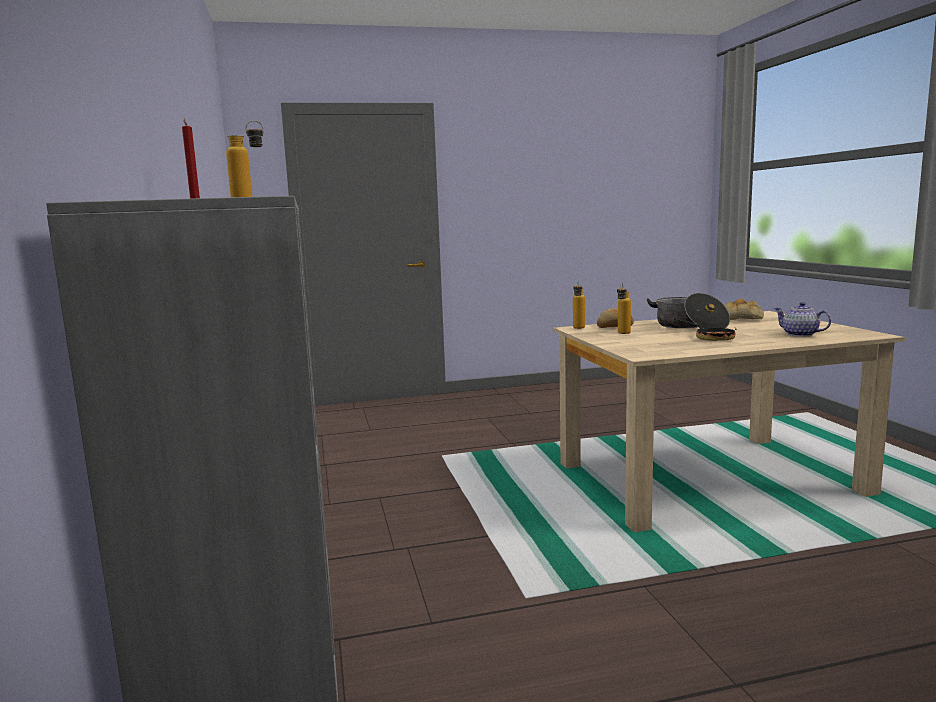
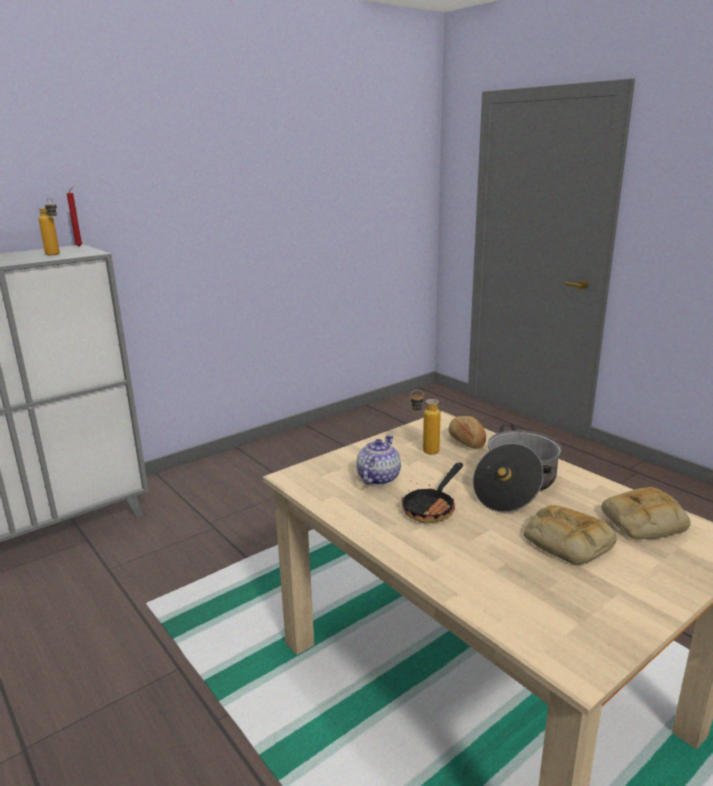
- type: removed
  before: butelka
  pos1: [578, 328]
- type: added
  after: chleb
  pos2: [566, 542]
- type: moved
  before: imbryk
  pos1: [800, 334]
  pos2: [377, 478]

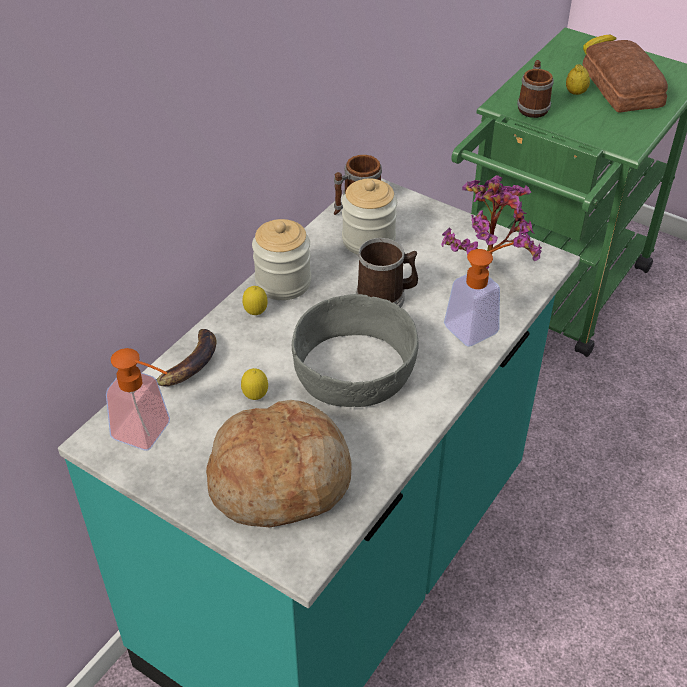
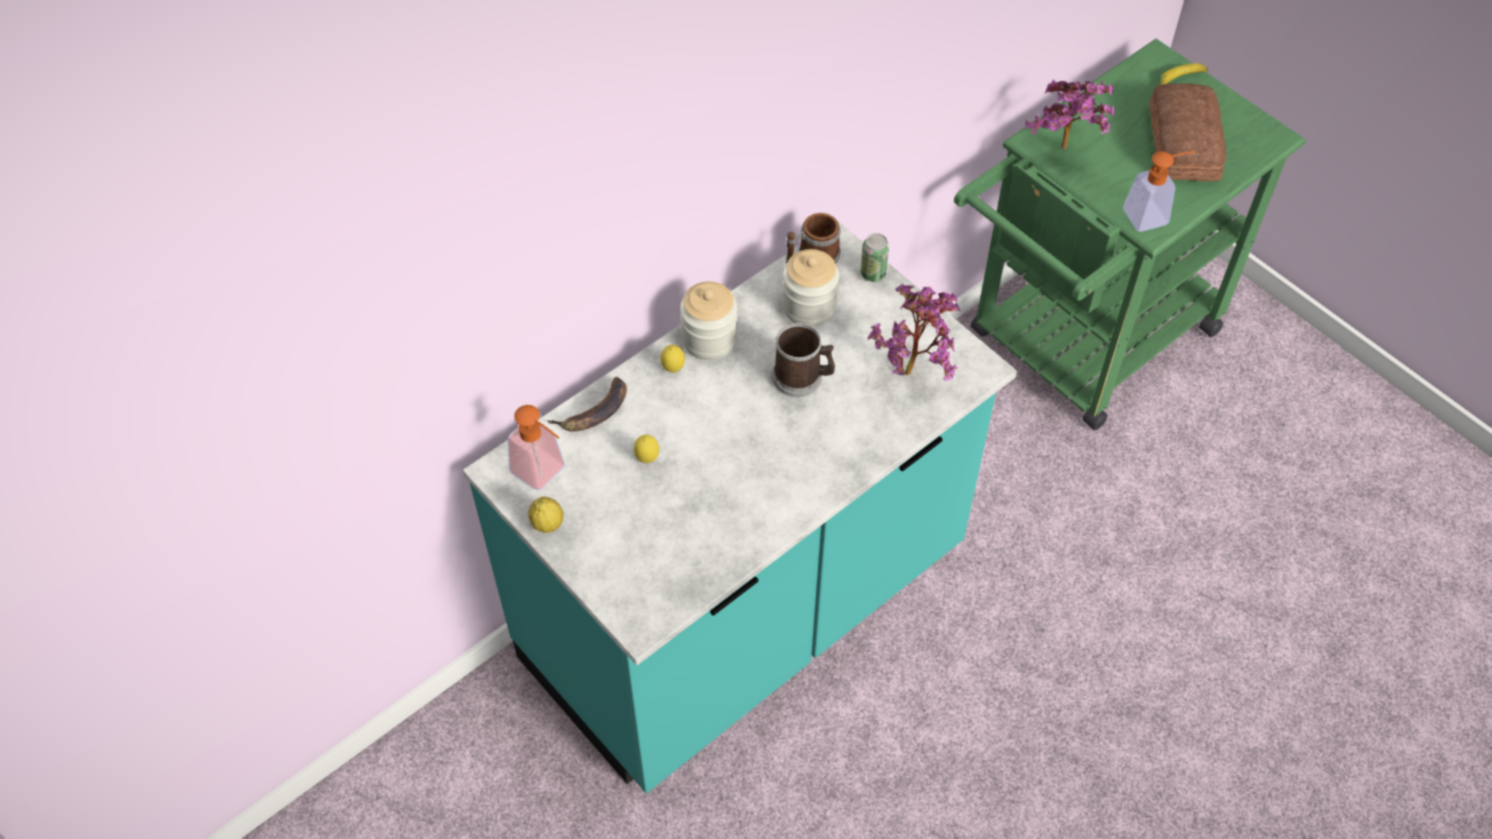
- type: removed
  before: chleb
  pos1: [281, 478]
- type: removed
  before: miska [szary]
  pos1: [355, 368]
- type: added
  after: puszka
  pos2: [873, 274]
- type: moved
  before: dozownik mydła
  pos1: [478, 325]
  pos2: [1152, 215]
- type: moved
  before: cytryna
  pos1: [575, 93]
  pos2: [548, 524]
- type: replaced
  before: kubek
  after: roślina doniczkowa
  pos1: [532, 106]
  pos2: [1066, 152]

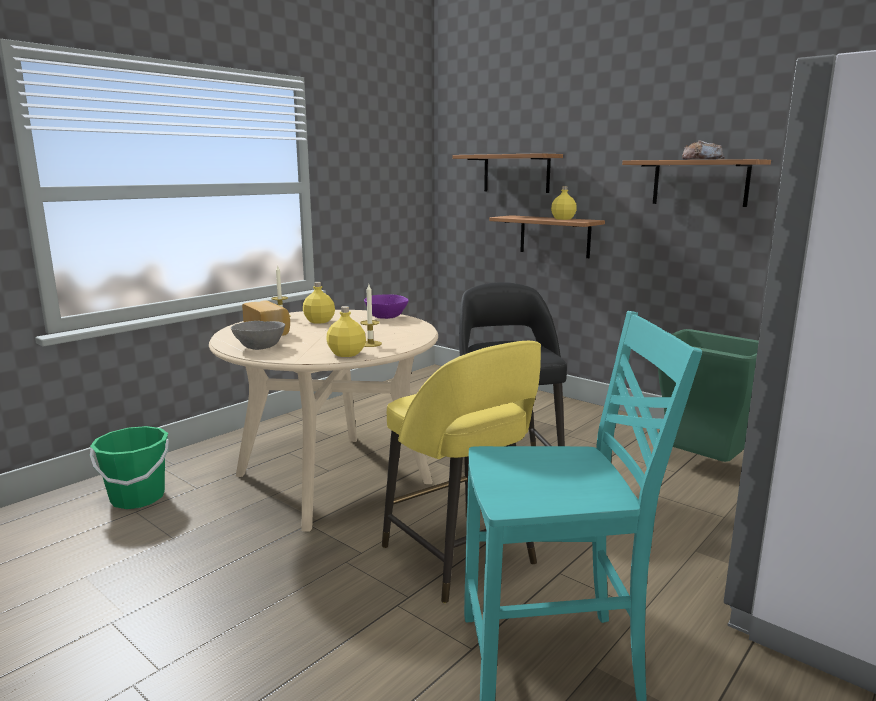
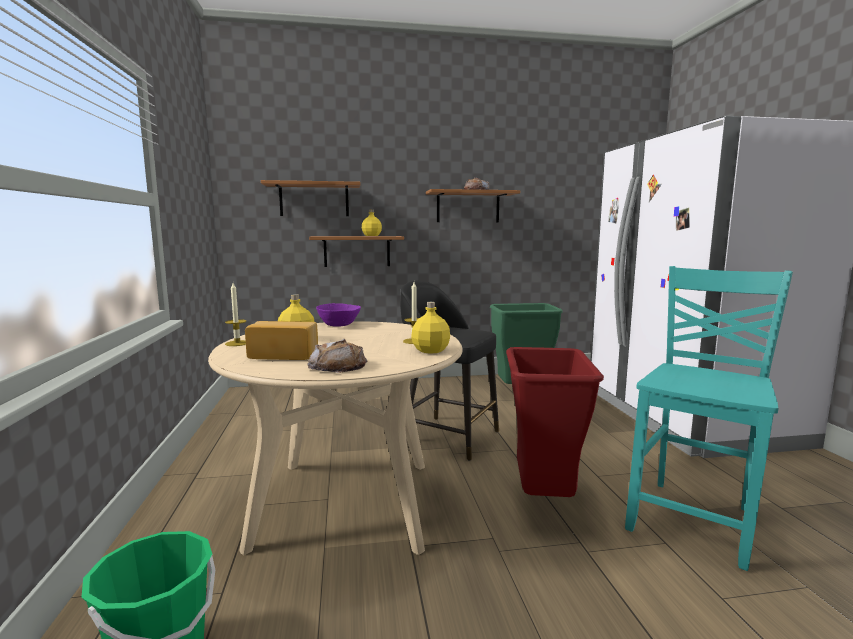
- type: replaced
  before: miska [szary]
  after: chleb
  pos1: [260, 347]
  pos2: [338, 366]
- type: replaced
  before: stołek [żółty]
  after: kosz na śmieci [czerwony]
  pos1: [460, 557]
  pos2: [545, 499]

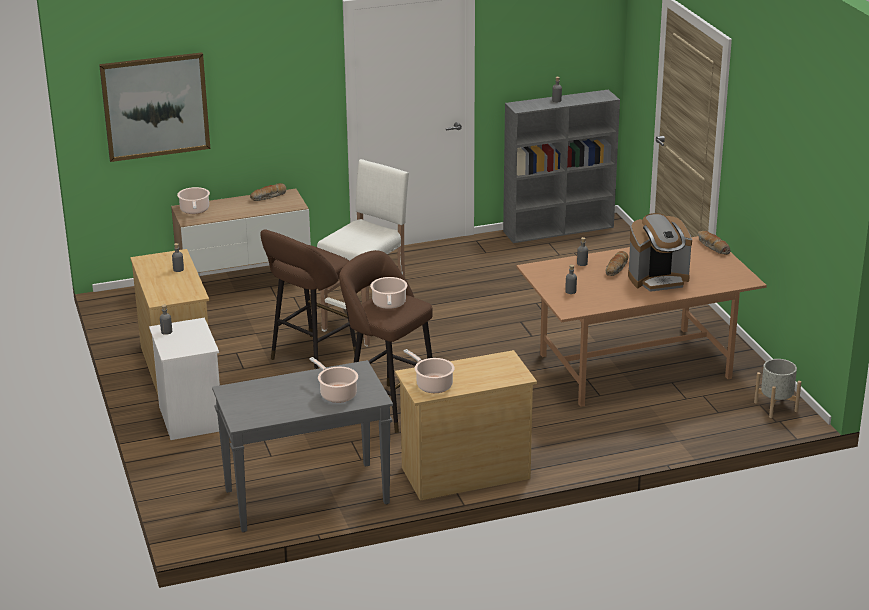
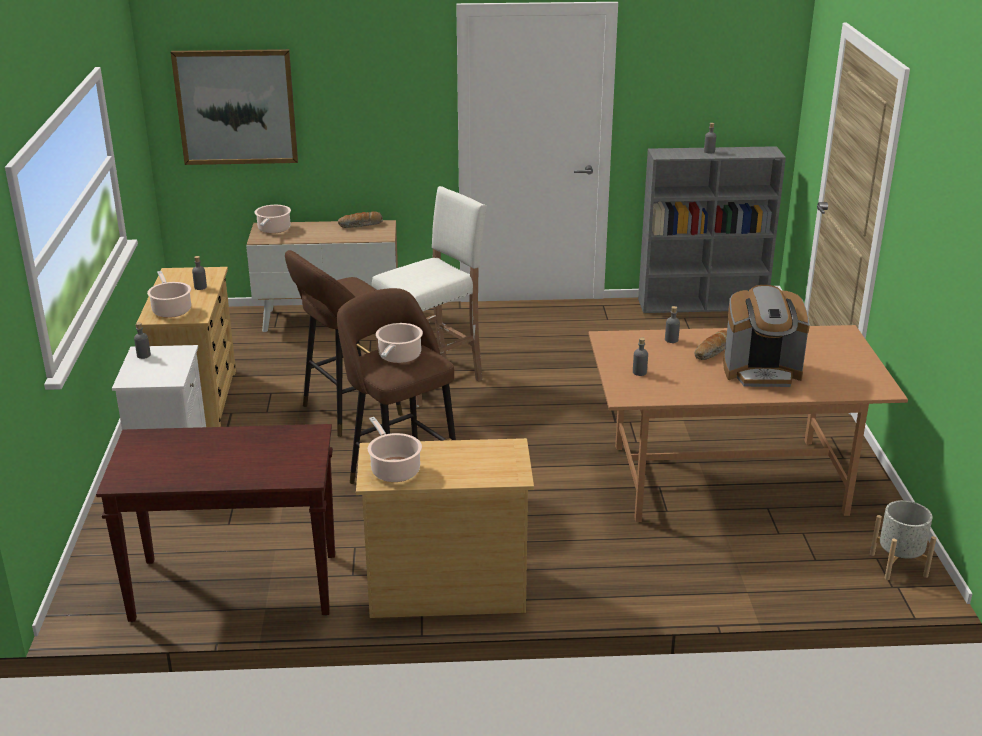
- type: removed
  before: chleb
  pos1: [712, 247]
- type: moved
  before: garnek
  pos1: [336, 394]
  pos2: [171, 310]
- type: recoloured
  before: stolik konsolowy [szary]
  after: stolik konsolowy [brązowy]
  pos1: [306, 498]
  pos2: [233, 588]

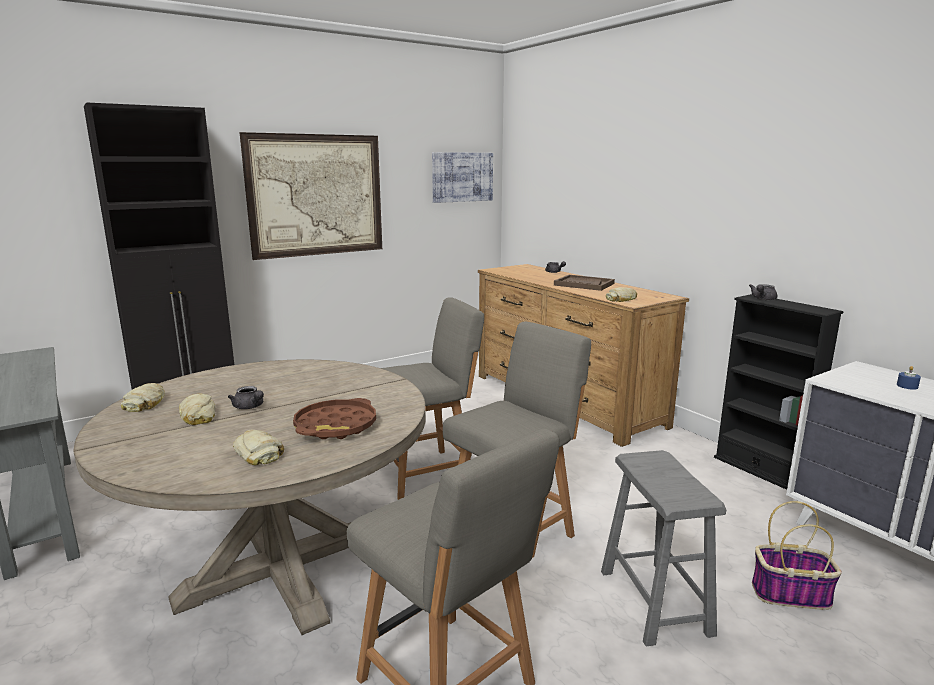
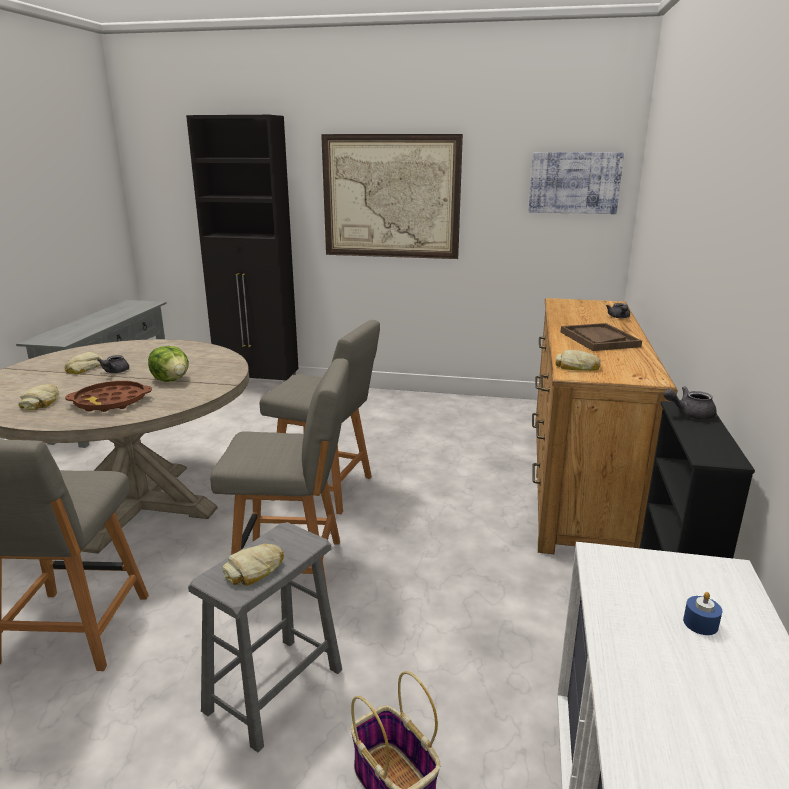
- type: added
  after: sałata
  pos2: [171, 380]
- type: moved
  before: chleb
  pos1: [146, 403]
  pos2: [255, 570]

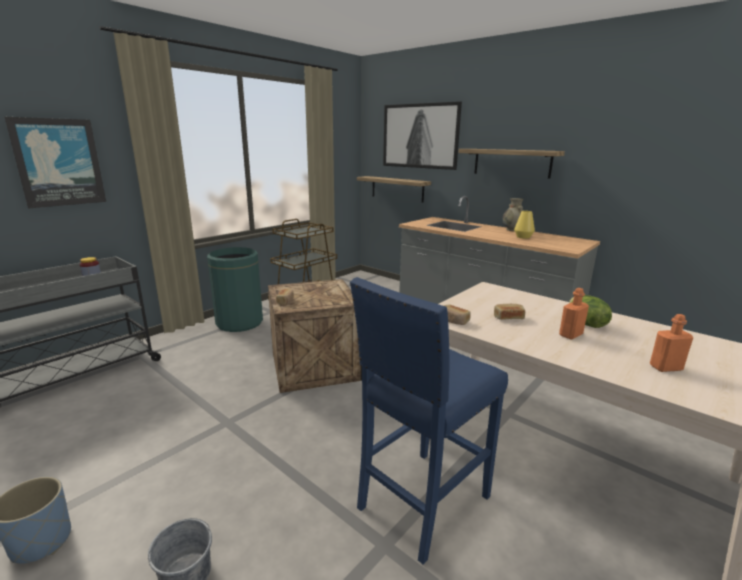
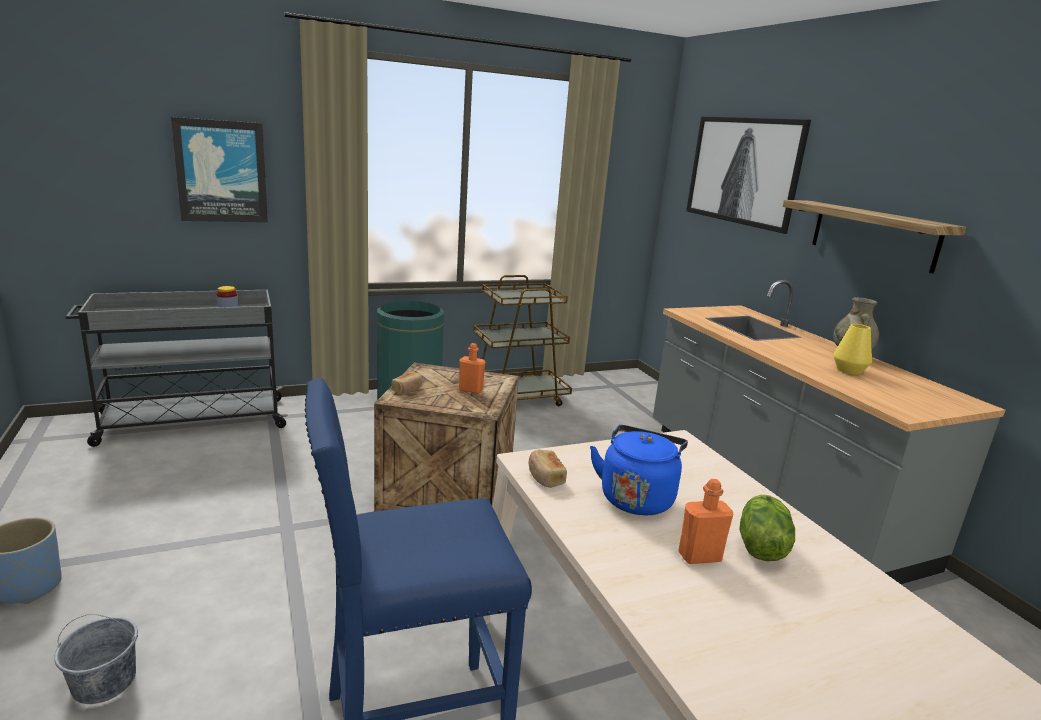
- type: removed
  before: półka
  pos1: [397, 189]
- type: moved
  before: butelka [pomarańczowy]
  pos1: [665, 367]
  pos2: [470, 390]
- type: replaced
  before: chleb
  after: czajnik [niebieski]
  pos1: [508, 317]
  pos2: [636, 497]

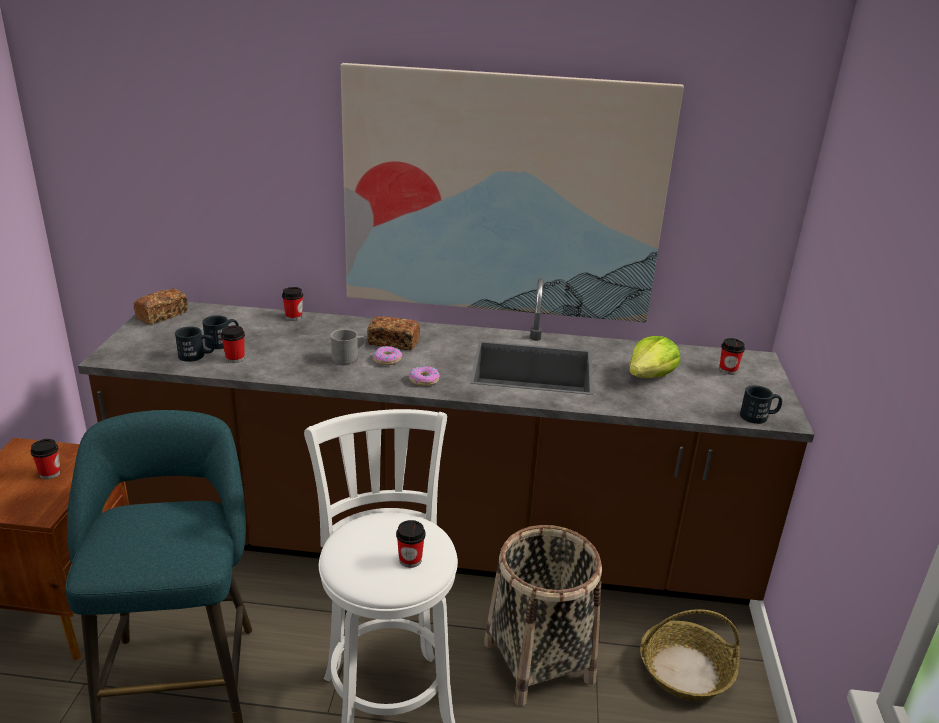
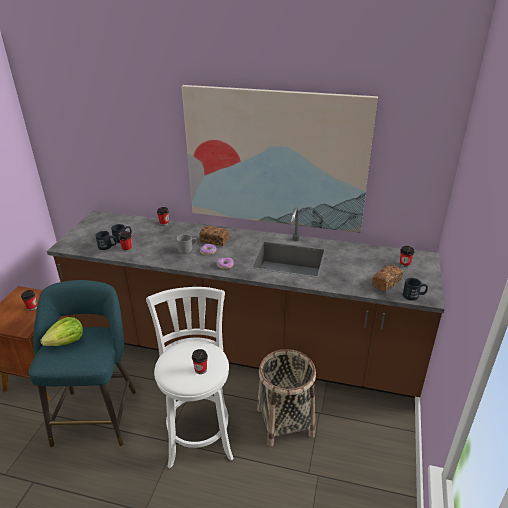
- type: removed
  before: koszyk
  pos1: [685, 670]
- type: moved
  before: chleb
  pos1: [162, 315]
  pos2: [386, 283]
- type: moved
  before: sałata
  pos1: [650, 375]
  pos2: [66, 341]

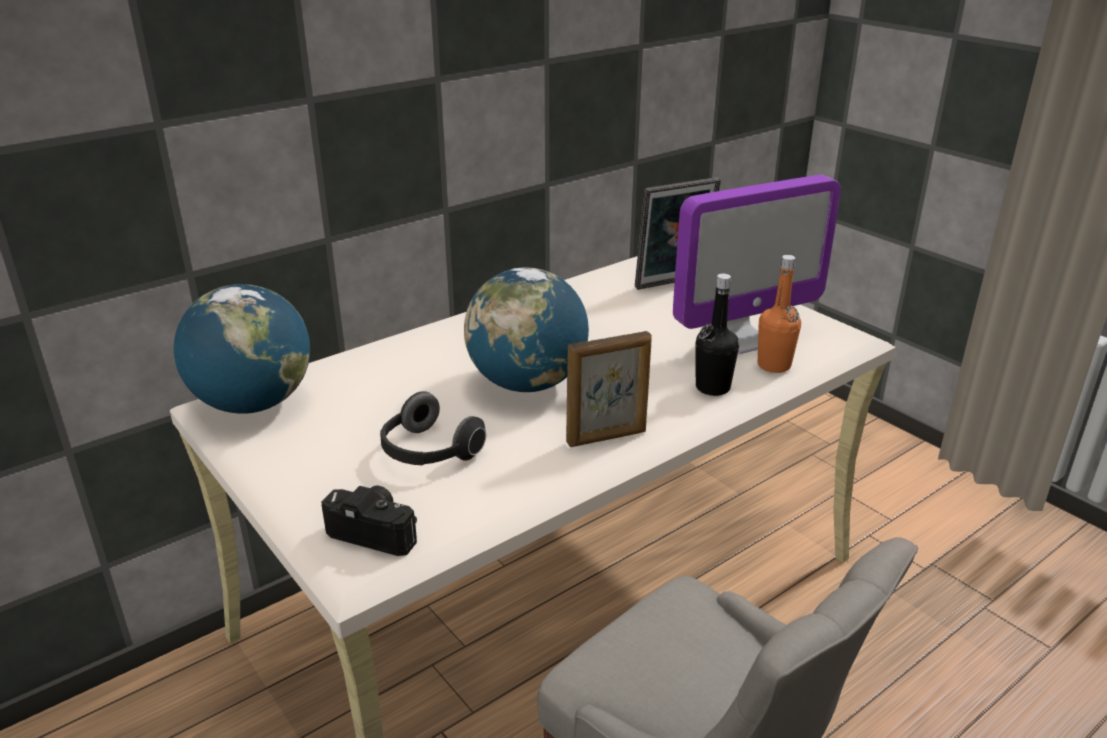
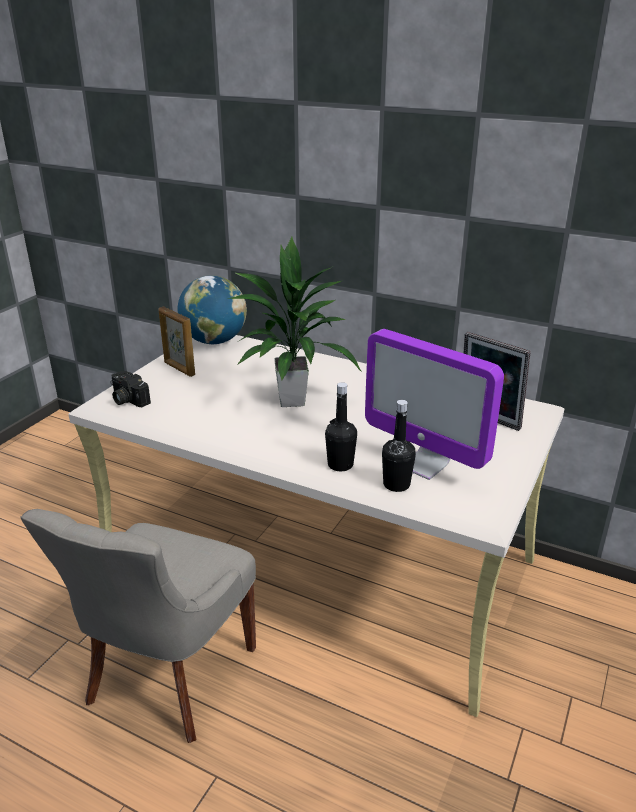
- type: removed
  before: słuchawki
  pos1: [428, 453]
- type: moved
  before: ramka na zdjęcie
  pos1: [607, 437]
  pos2: [179, 369]
- type: replaced
  before: globus
  after: roślina doniczkowa
  pos1: [527, 384]
  pos2: [291, 402]
- type: recoloured
  before: butelka [pomarańczowy]
  after: butelka [czarny]
  pos1: [774, 365]
  pos2: [396, 484]
- type: turned
  before: aparat fotograficzny
  pos1: [377, 531]
  pos2: [127, 400]
  turn: 135

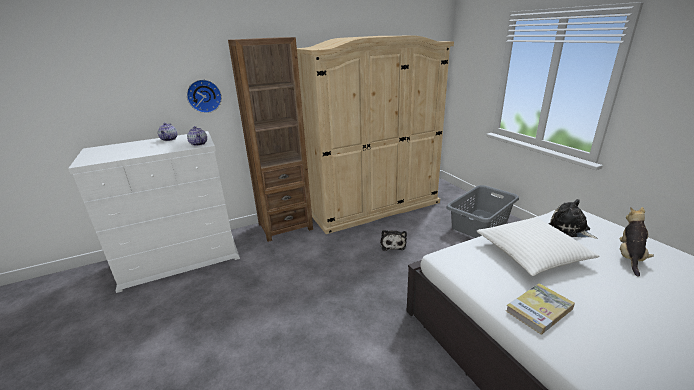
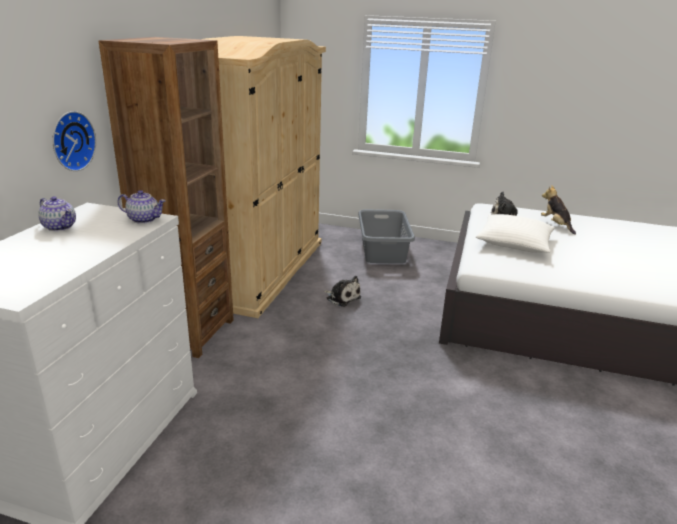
- type: removed
  before: książka
  pos1: [539, 310]

